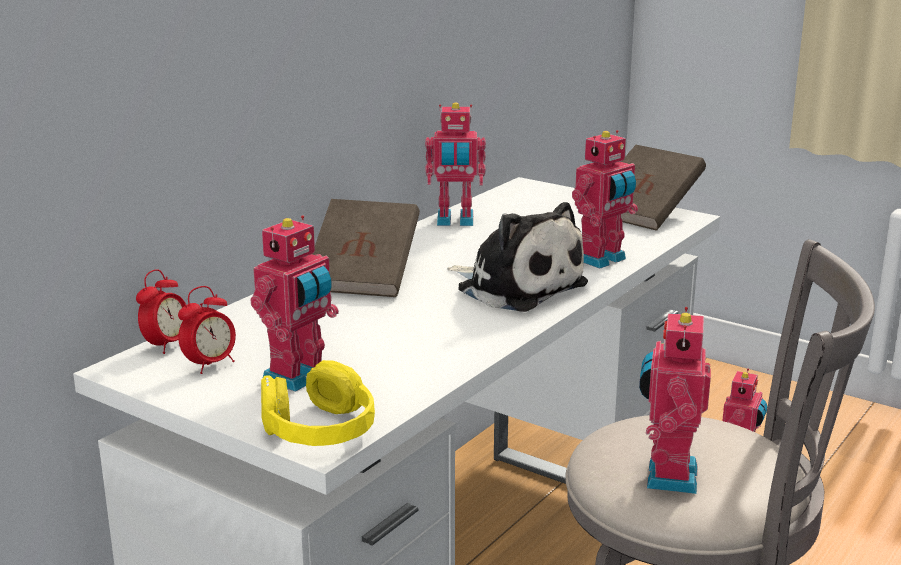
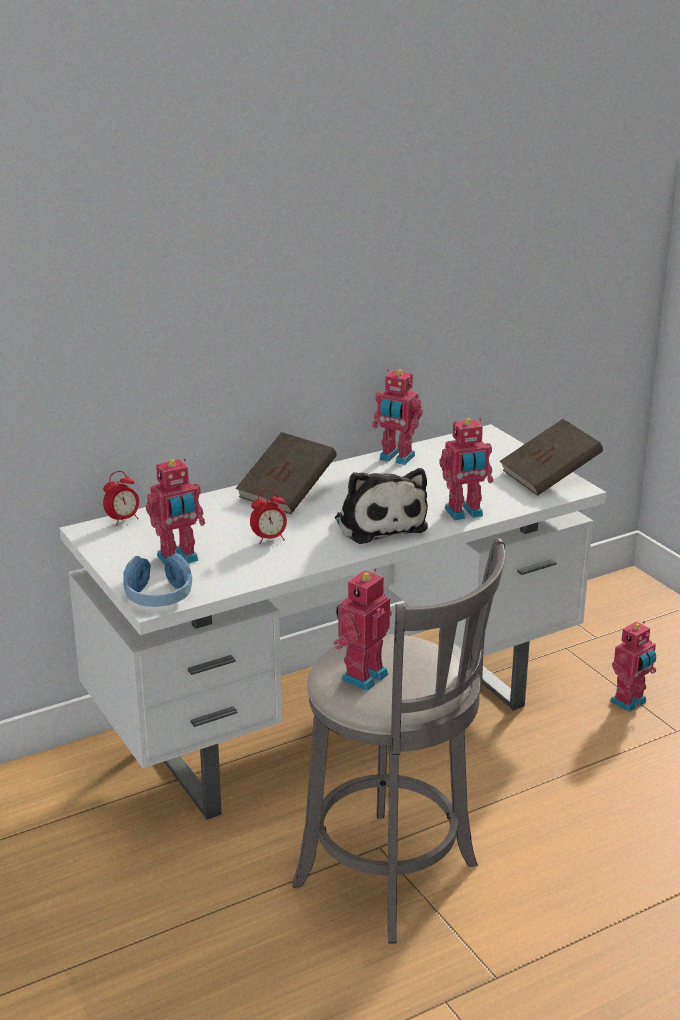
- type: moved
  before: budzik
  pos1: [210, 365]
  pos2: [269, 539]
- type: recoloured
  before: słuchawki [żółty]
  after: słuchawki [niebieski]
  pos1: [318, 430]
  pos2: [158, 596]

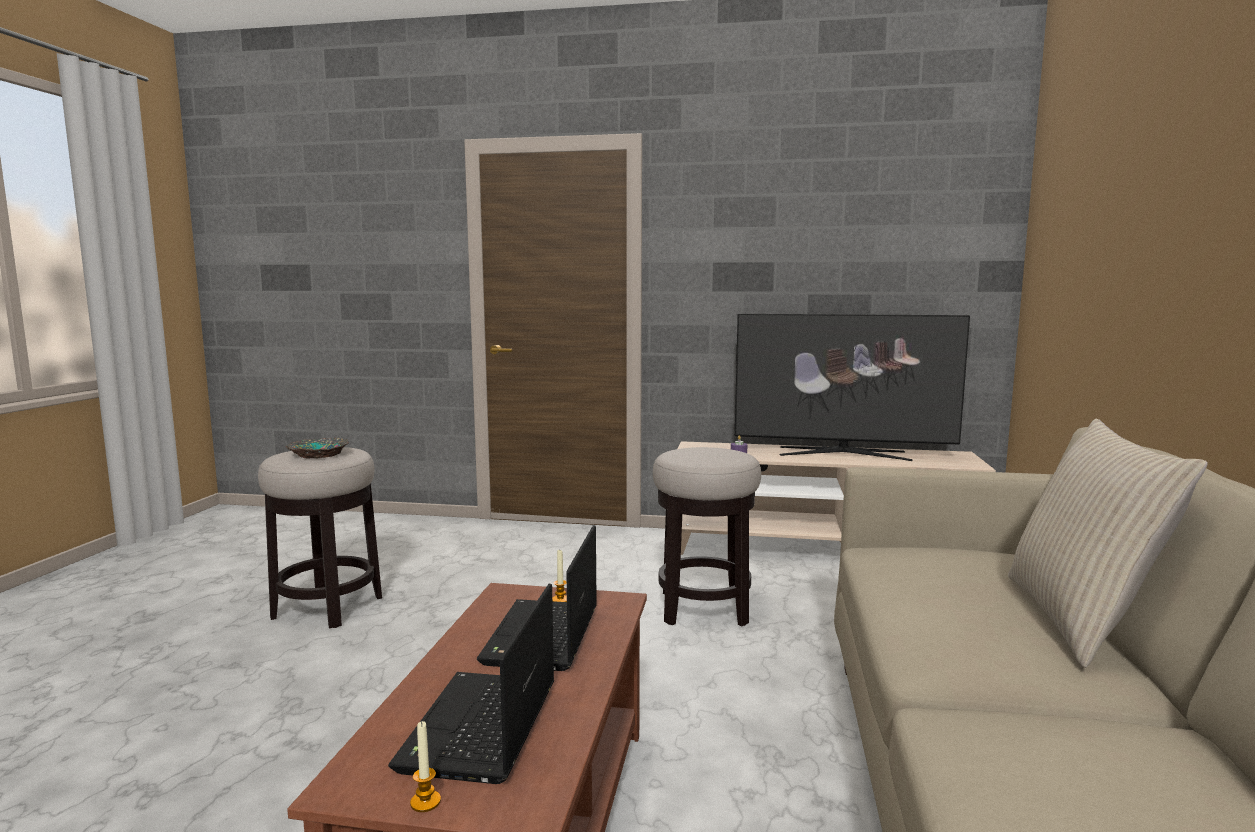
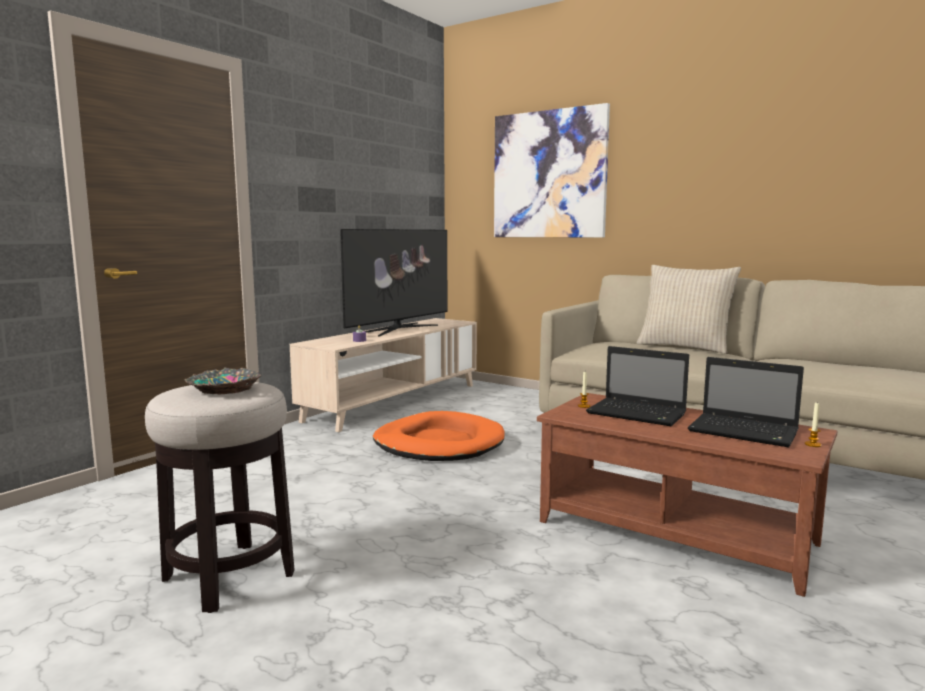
- type: added
  after: obraz
  pos2: [549, 175]
- type: replaced
  before: stołek
  after: legowisko [pomarańczowy]
  pos1: [703, 608]
  pos2: [439, 443]

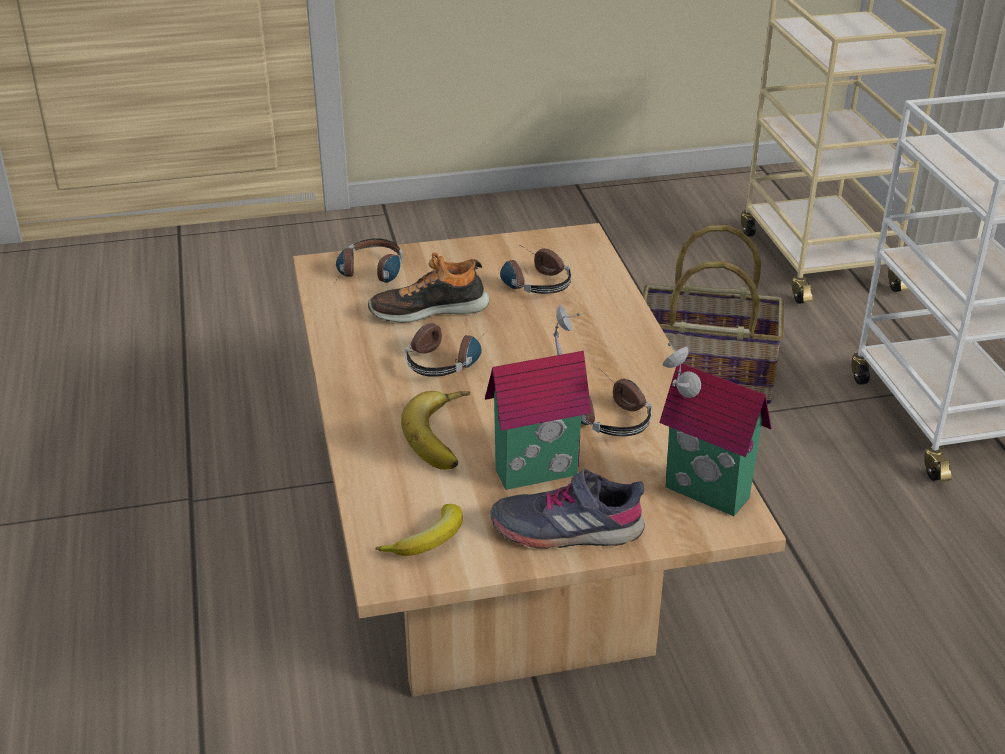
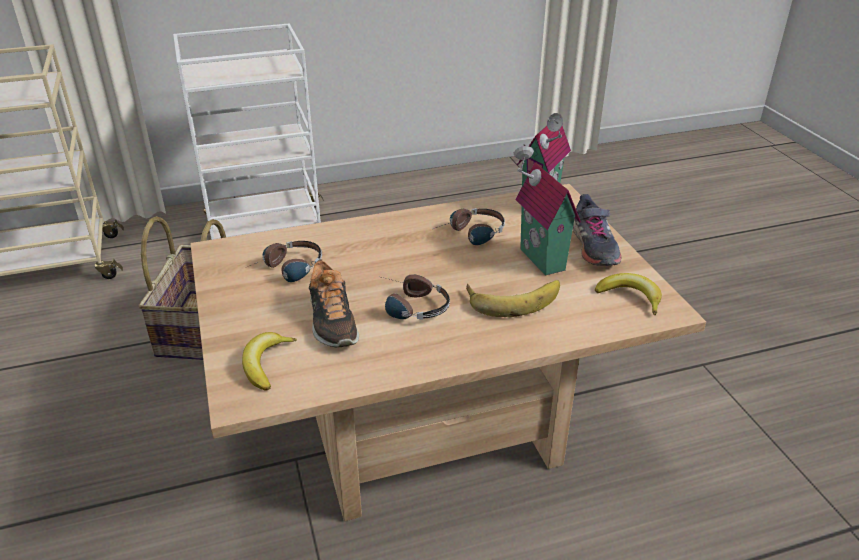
- type: replaced
  before: słuchawki
  after: banan
  pos1: [369, 275]
  pos2: [266, 364]

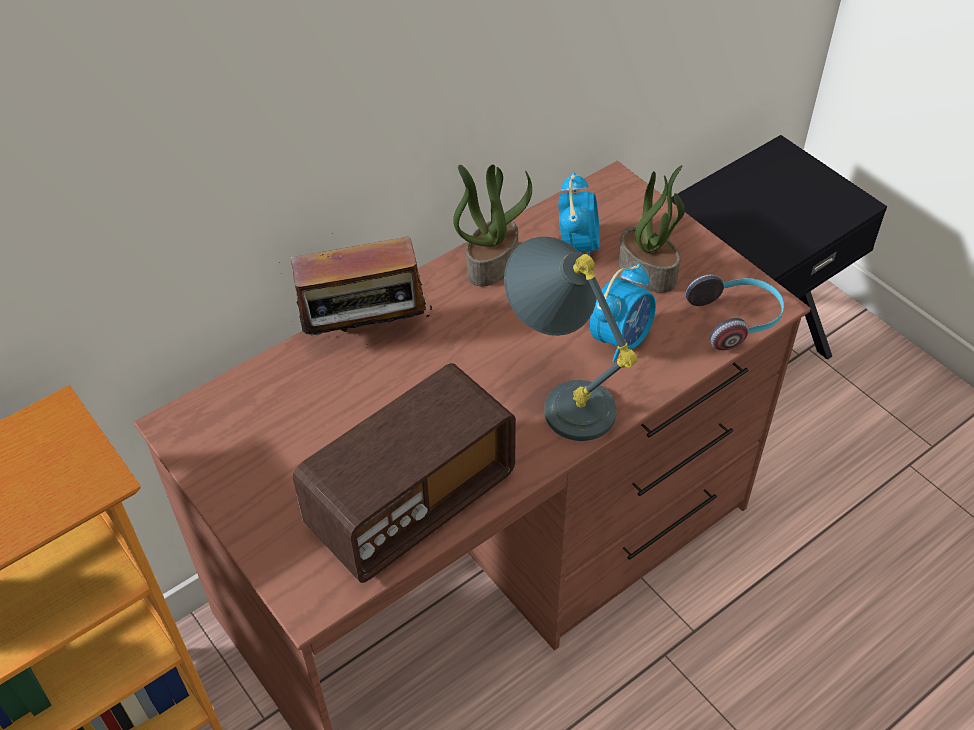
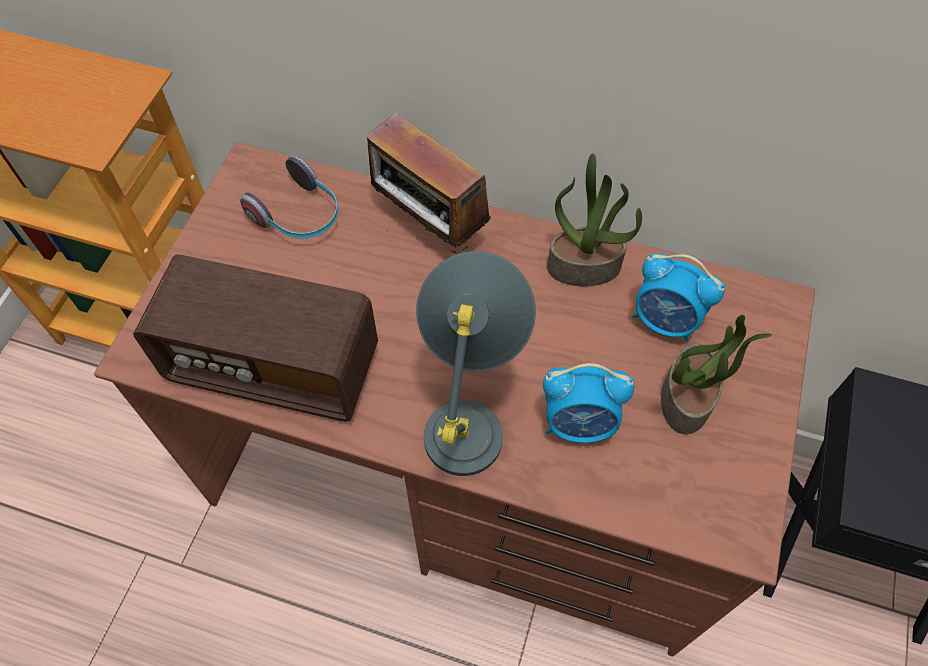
- type: moved
  before: słuchawki
  pos1: [736, 320]
  pos2: [299, 216]
- type: turned
  before: budzik
  pos1: [577, 247]
  pos2: [665, 321]
  turn: 60

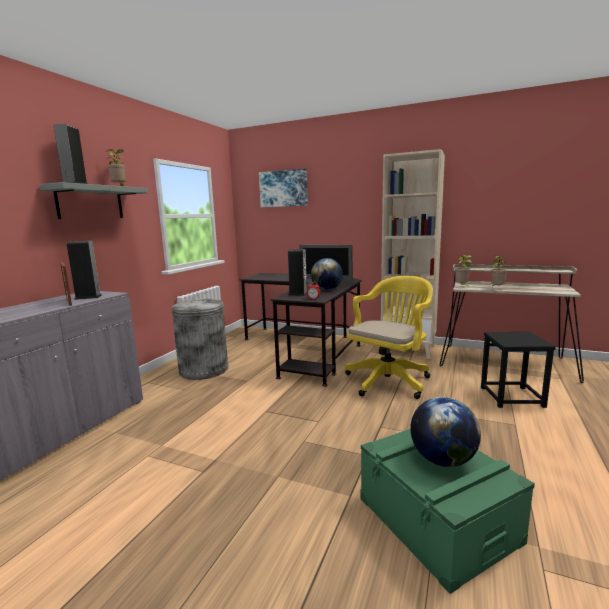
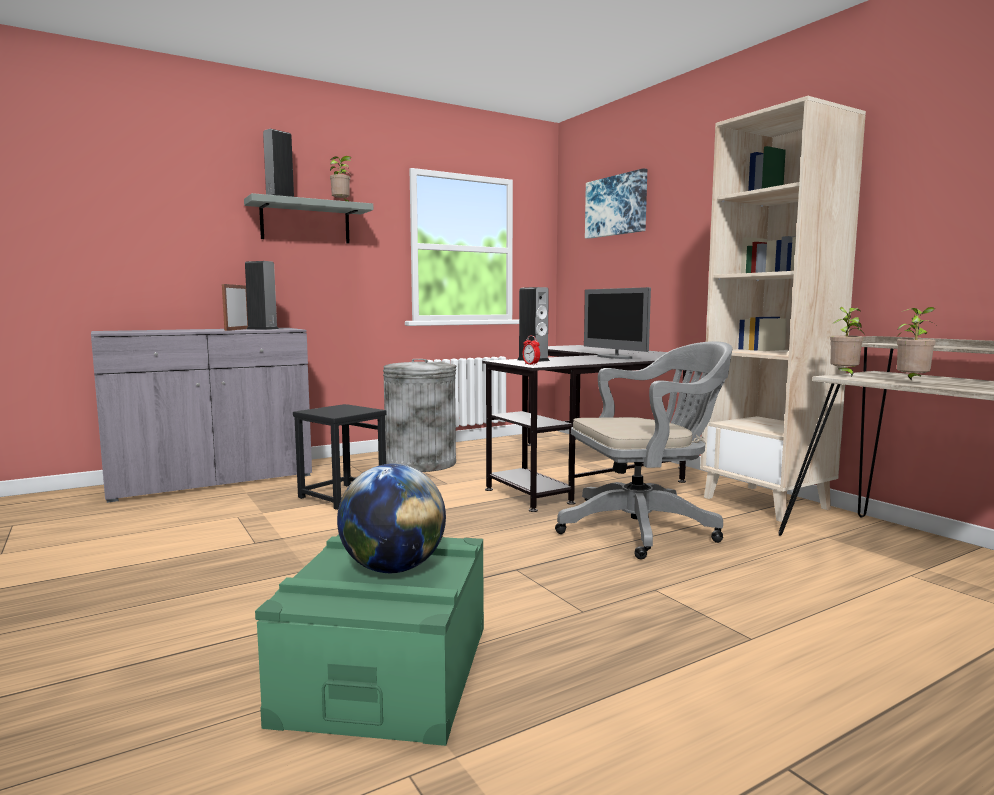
- type: removed
  before: globus
  pos1: [327, 290]
- type: moved
  before: stołek [czarny]
  pos1: [511, 397]
  pos2: [342, 496]
- type: recoloured
  before: krzesło biurowe [żółty]
  after: krzesło biurowe [szary]
  pos1: [389, 380]
  pos2: [644, 528]

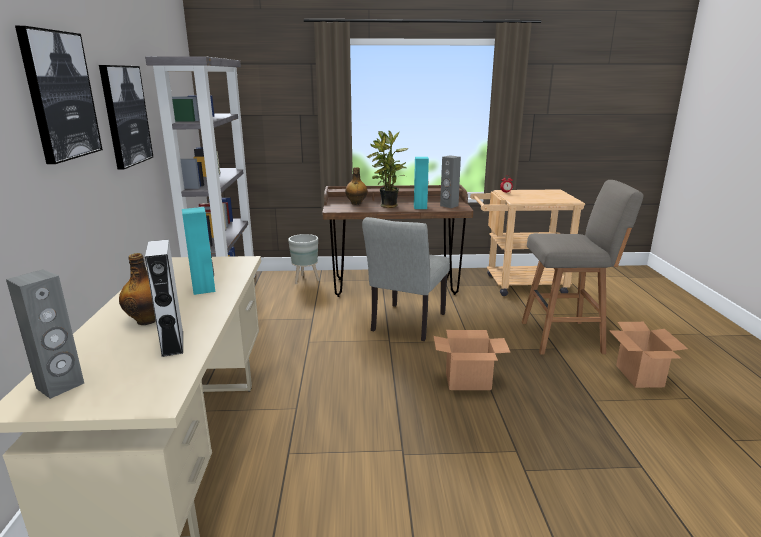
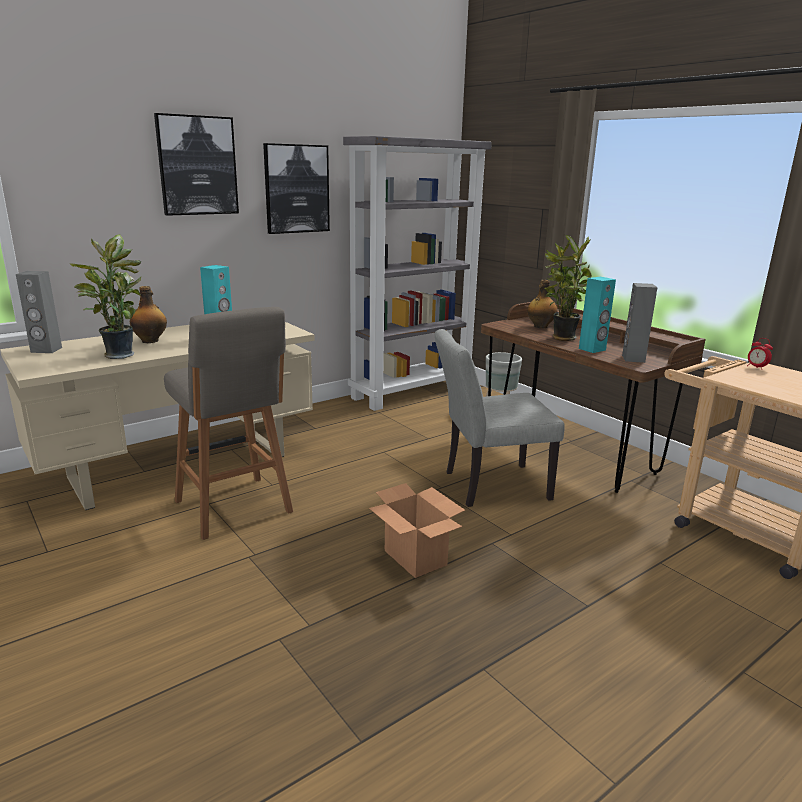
- type: removed
  before: karton
  pos1: [640, 376]
- type: moved
  before: stołek [szary]
  pos1: [564, 337]
  pos2: [234, 508]
- type: replaced
  before: głośnik [szary]
  after: roślina doniczkowa
  pos1: [172, 343]
  pos2: [119, 354]

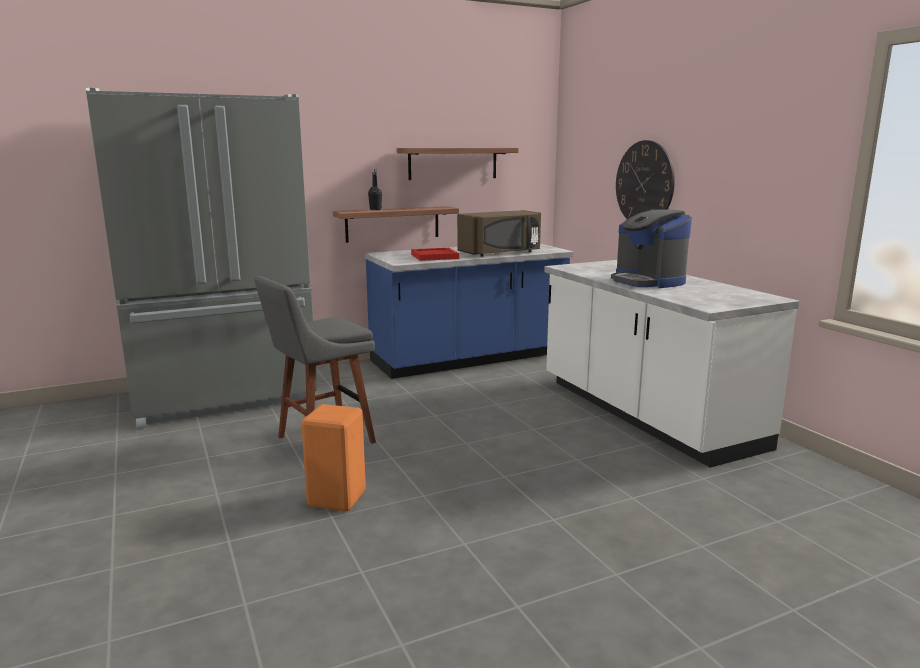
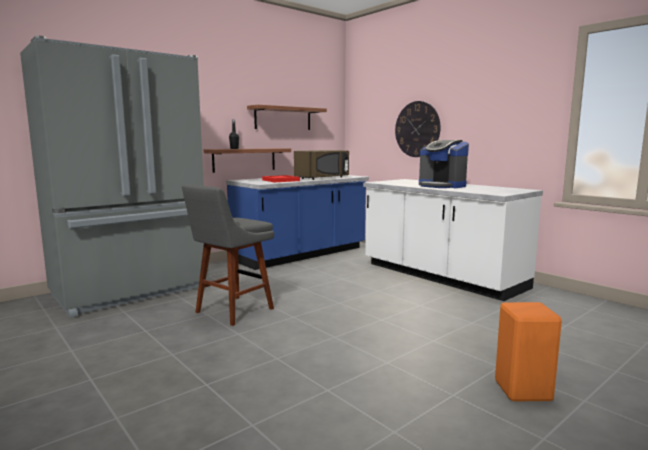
- type: moved
  before: stołek [pomarańczowy]
  pos1: [336, 498]
  pos2: [521, 390]

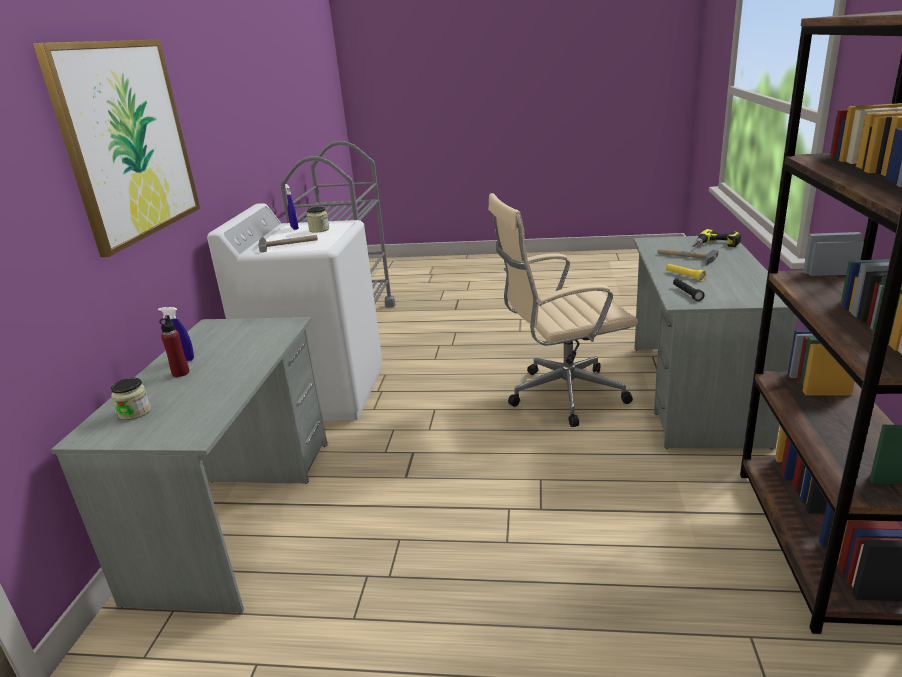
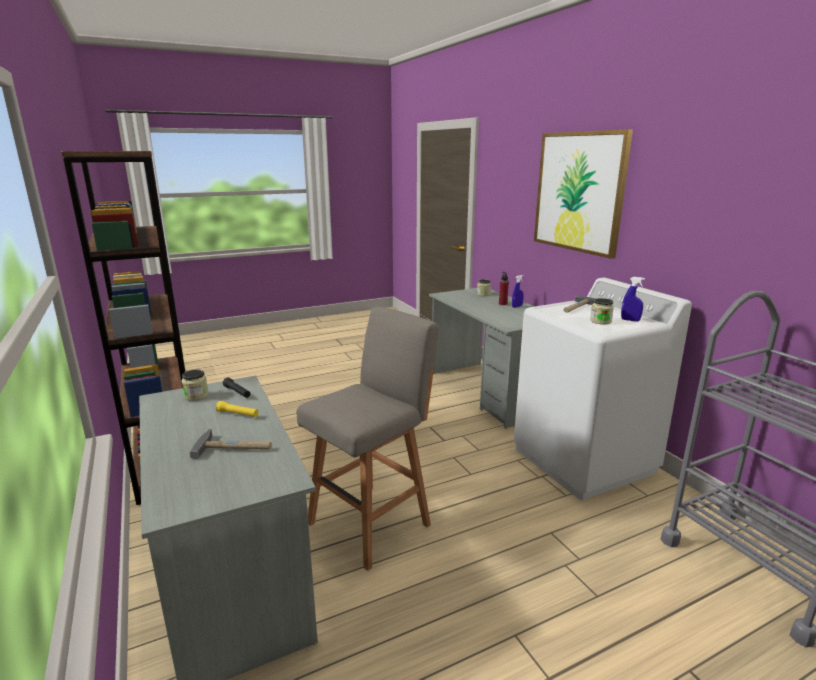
- type: removed
  before: wiertarka
  pos1: [715, 245]
- type: added
  after: słoik
  pos2: [196, 395]
- type: replaced
  before: krzesło biurowe [beżowy]
  after: stołek [szary]
  pos1: [561, 395]
  pos2: [372, 522]

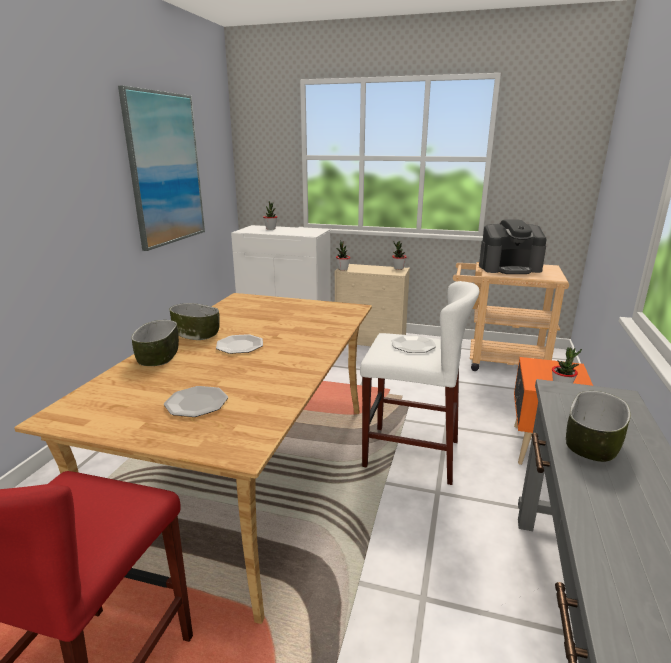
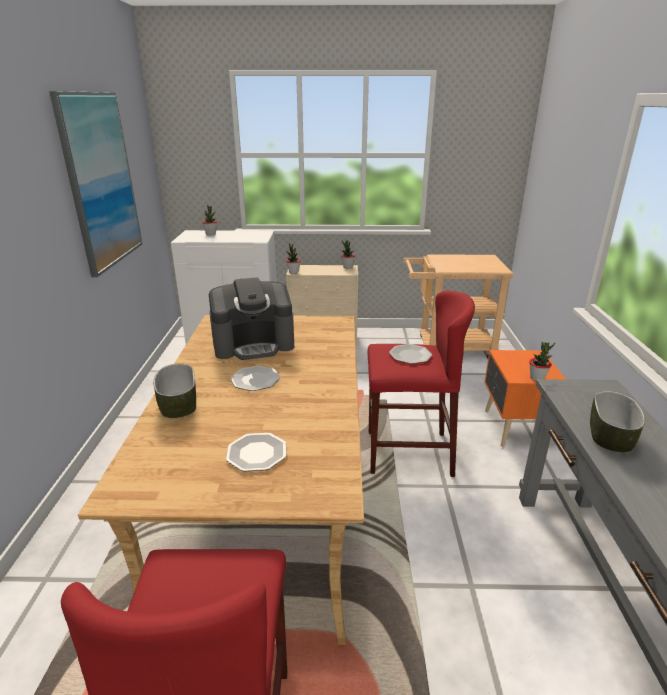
- type: removed
  before: miska
  pos1: [197, 333]
- type: moved
  before: ekspres do kawy
  pos1: [509, 268]
  pos2: [254, 344]
- type: recoloured
  before: stołek [biały]
  after: stołek [czerwony]
  pos1: [411, 454]
  pos2: [408, 453]

